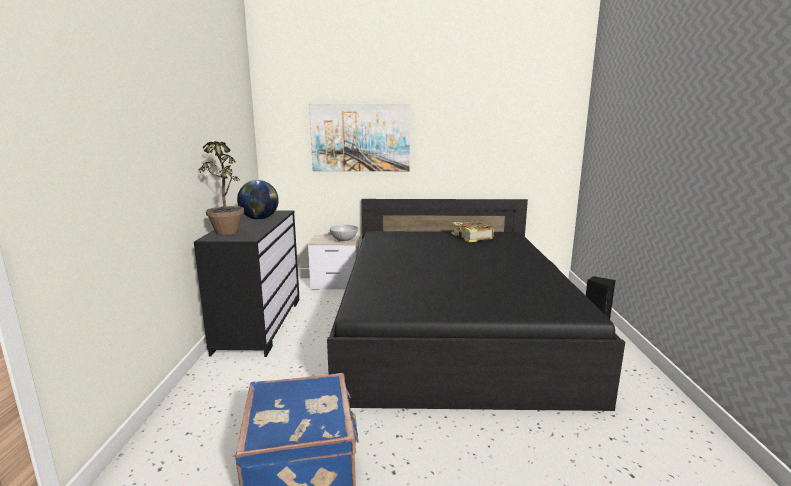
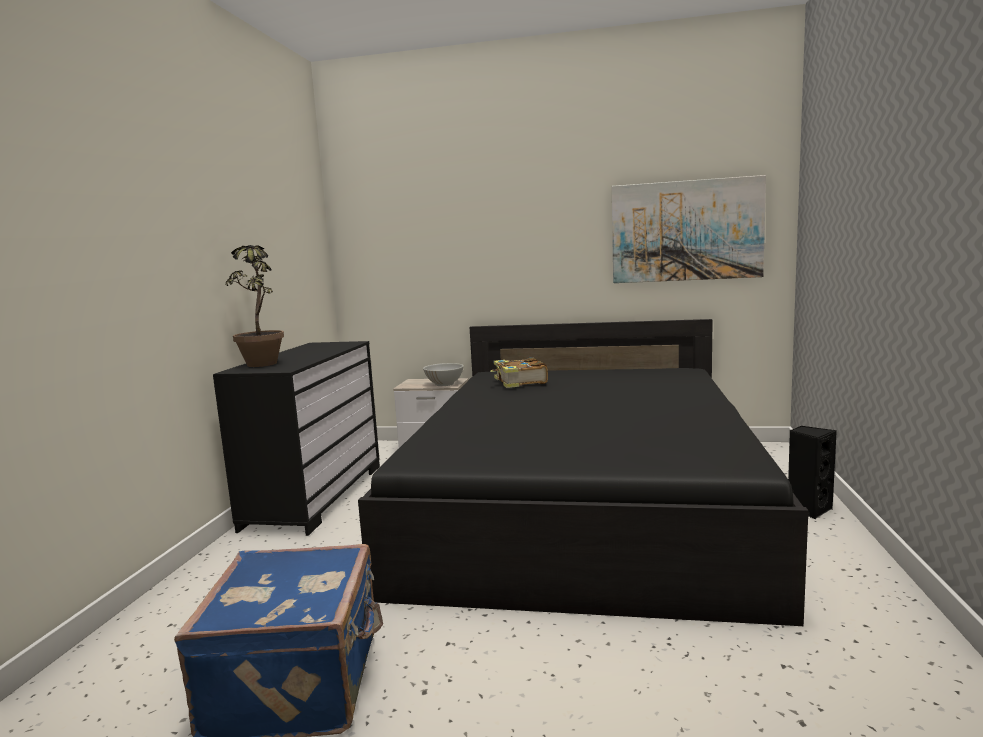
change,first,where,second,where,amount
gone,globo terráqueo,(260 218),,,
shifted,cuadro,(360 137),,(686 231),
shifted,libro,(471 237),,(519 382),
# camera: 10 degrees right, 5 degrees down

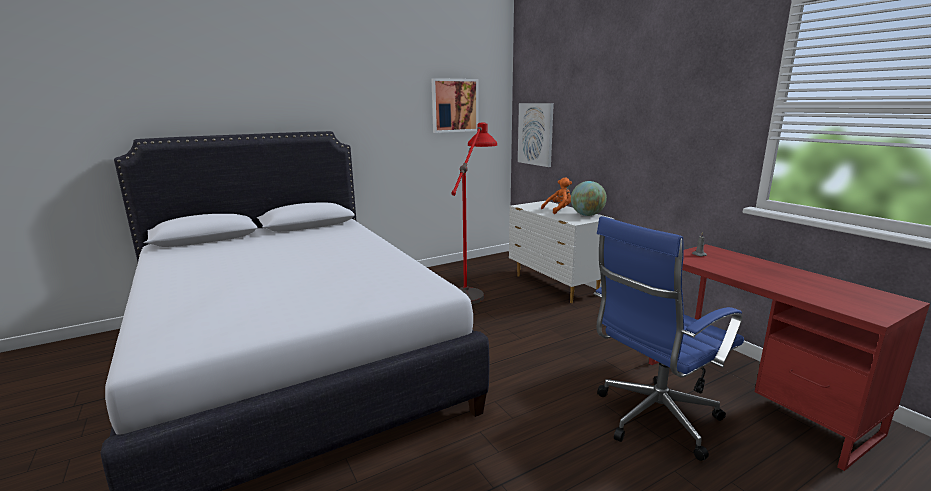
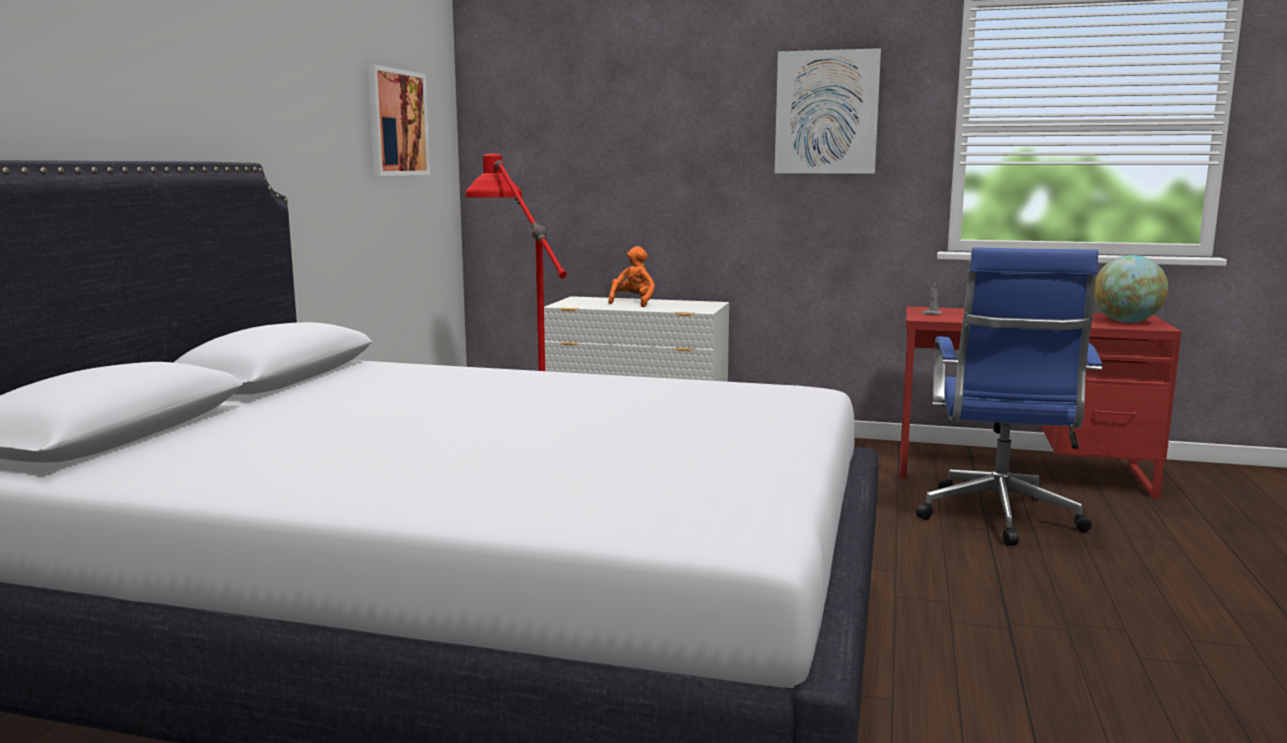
change,first,where,second,where,amount
shifted,cuadro,(535 134),,(826 112),
shifted,globo terráqueo,(587 215),,(1126 322),
# camera: 45 degrees left, 5 degrees down

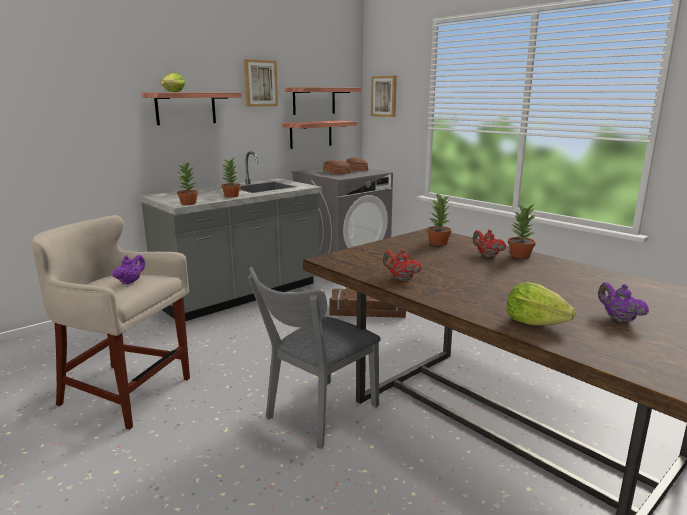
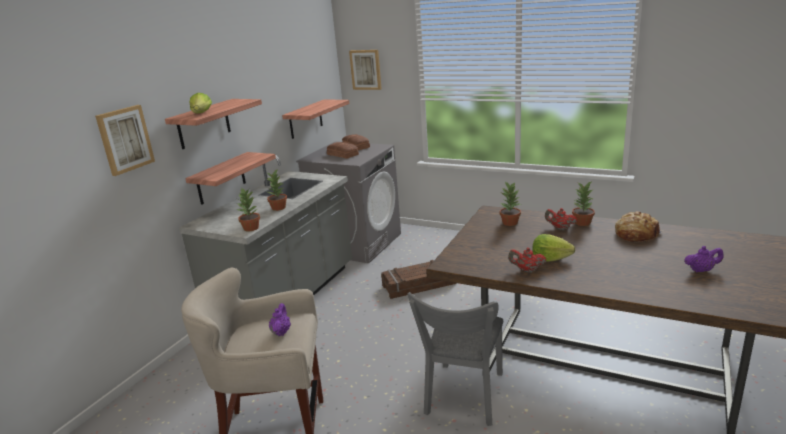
change,first,where,second,where,amount
new,,,pan,(636 234),
shifted,cuadro,(260 83),,(125 139),
shifted,estante,(314 101),,(221 178),
shifted,lechuga,(534 322),,(550 259),
rotated,tetera/morado,(618 319),,(701 270),135 degrees clockwise
# camera: 20 degrees left, 5 degrees up

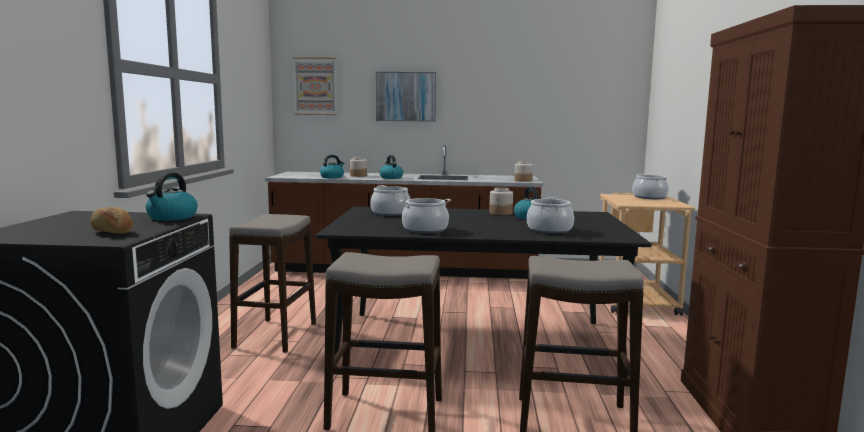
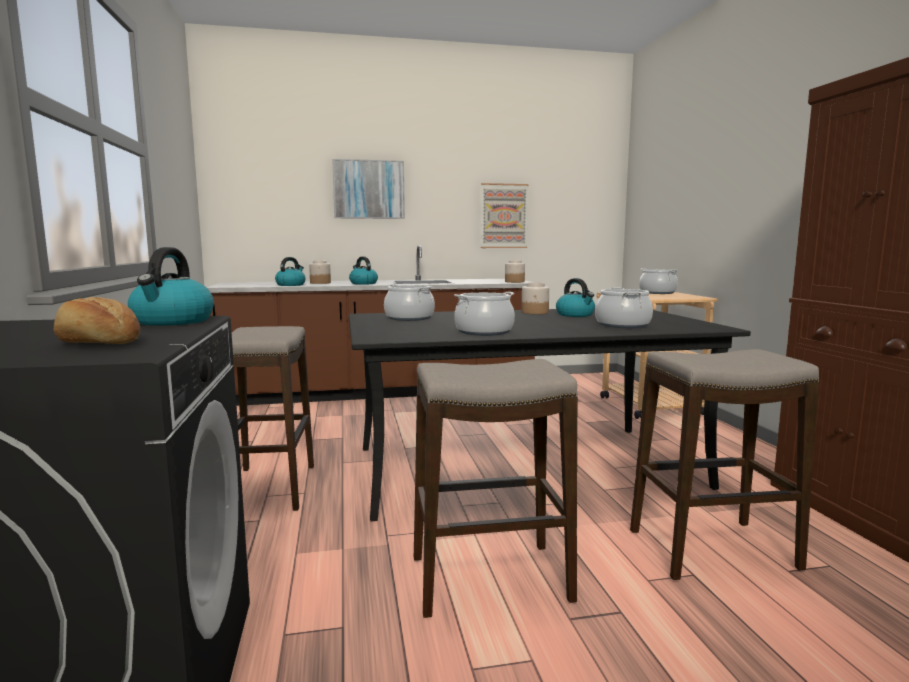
change,first,where,second,where,amount
shifted,cuadro,(315 86),,(504 216),
# camera: 15 degrees left, 0 degrees up

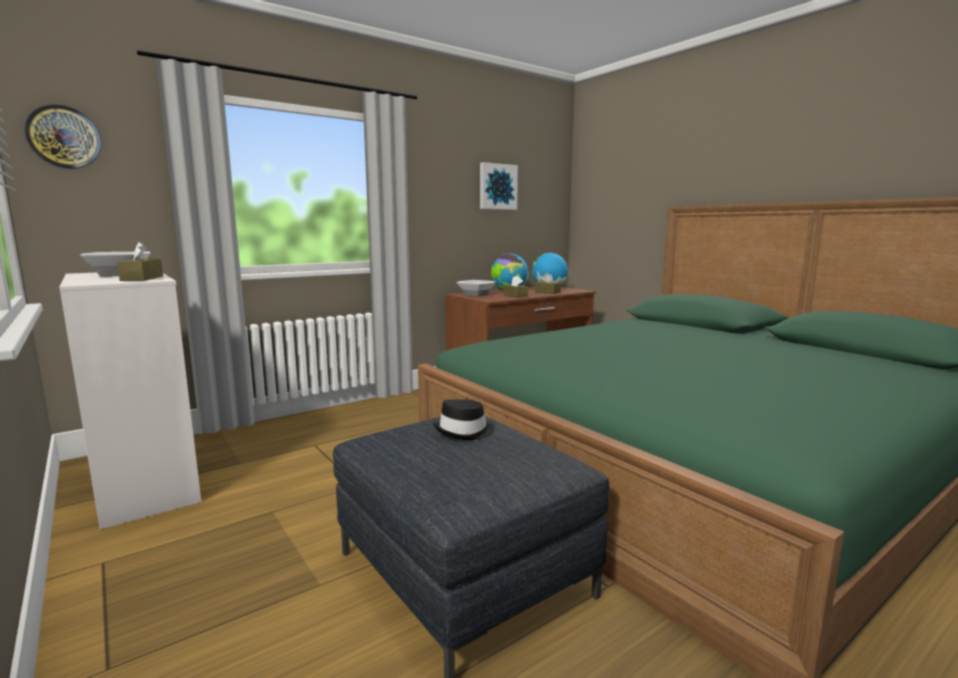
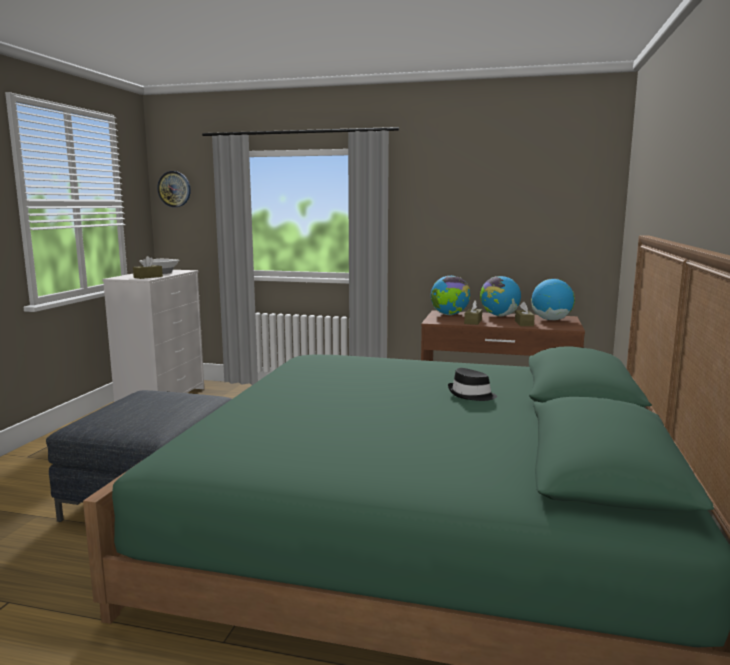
change,first,where,second,where,amount
gone,cuadro,(497 186),,,
shifted,sombrero/negro,(465 432),,(471 395),
swapped,cuenco,(476 294),globo terráqueo,(449 315),
# camera: 50 degrees right, 0 degrees up

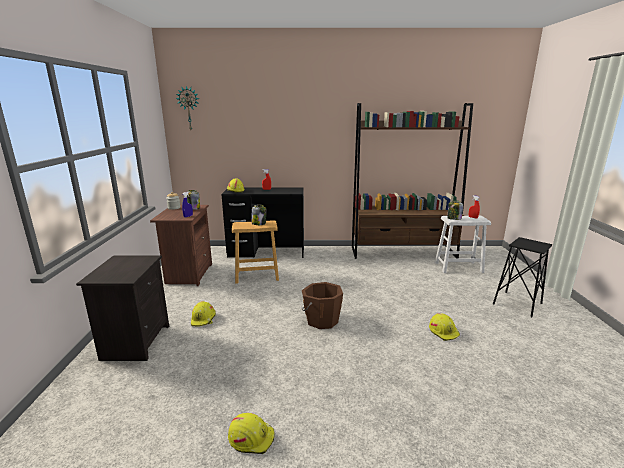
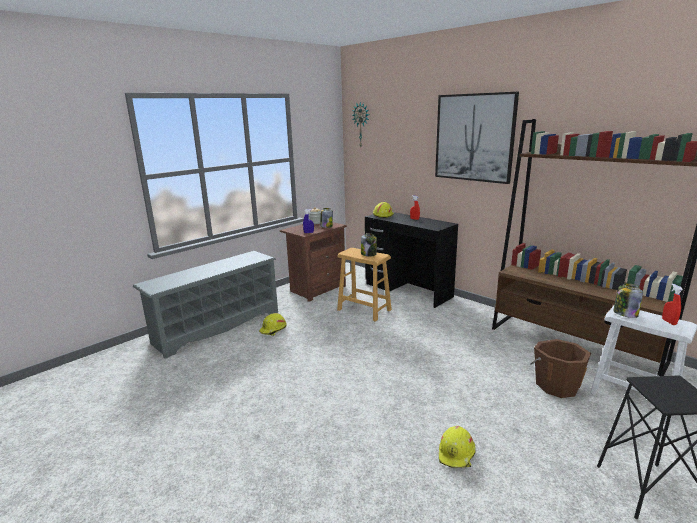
change,first,where,second,where,amount
gone,casco/amarillo,(251 437),,,
new,,,cuadro,(474 137),
shifted,cubo/marrón,(321 320),,(556 385),
swapped,mesita de noche/negro,(135 341),zapatero/gris,(217 326),
# camera: 45 degrees right, 0 degrees up

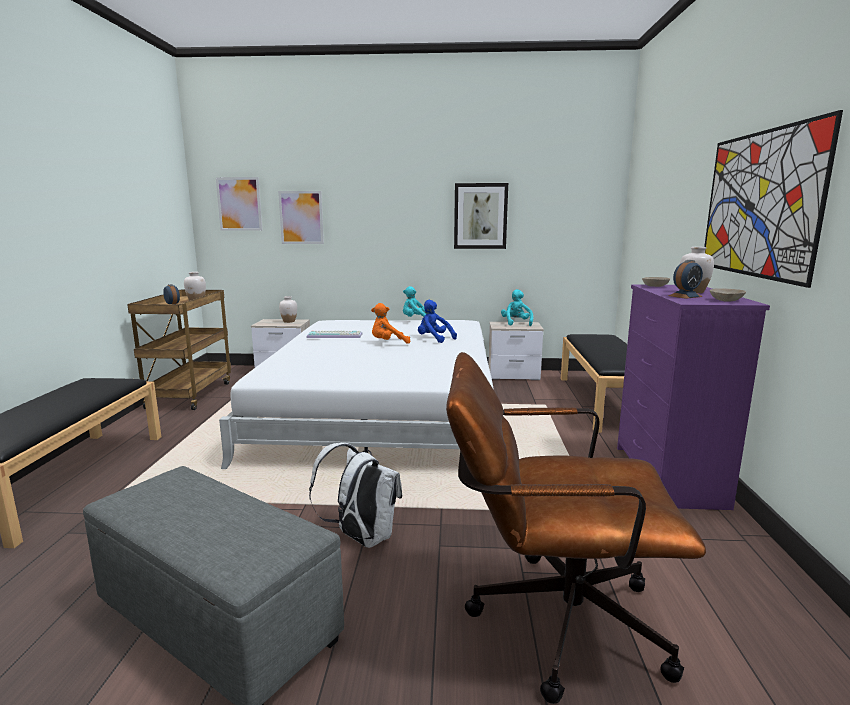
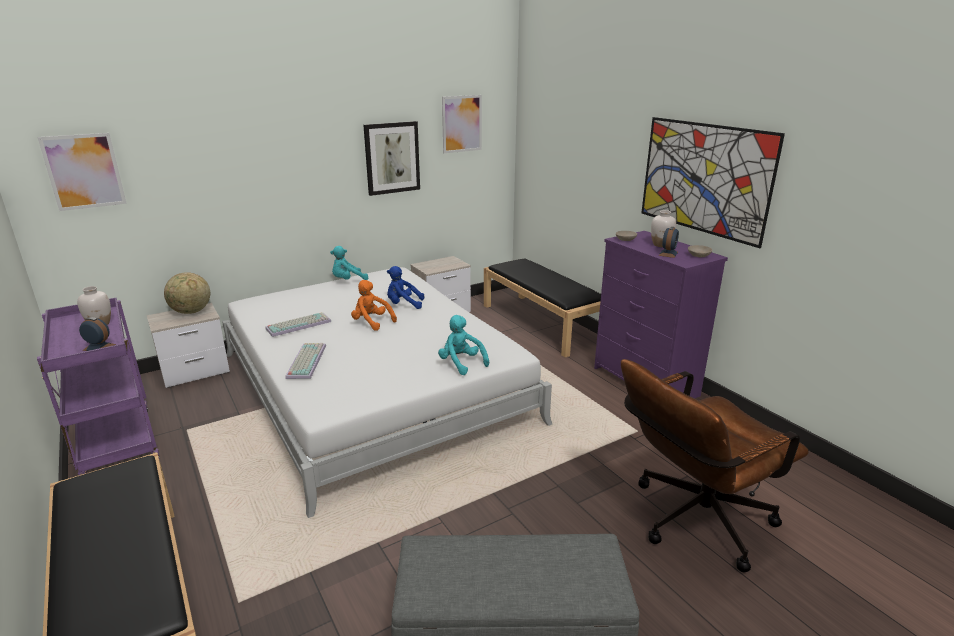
change,first,where,second,where,amount
gone,mochila/blanco,(361 538),,,
new,,,teclado,(305 361),
shifted,cuadro,(301 217),,(462 124),
shifted,peluche/turquesa,(516 323),,(461 363),
swapped,florero/blanco,(289 321),globo terráqueo,(191 312),
repainted,carrito/marrón,(190 394),carrito/morado,(116 442),
rotated,peluche/naranja,(388 343),,(371 322),90 degrees clockwise
# camera: 35 degrees left, 10 degrees up

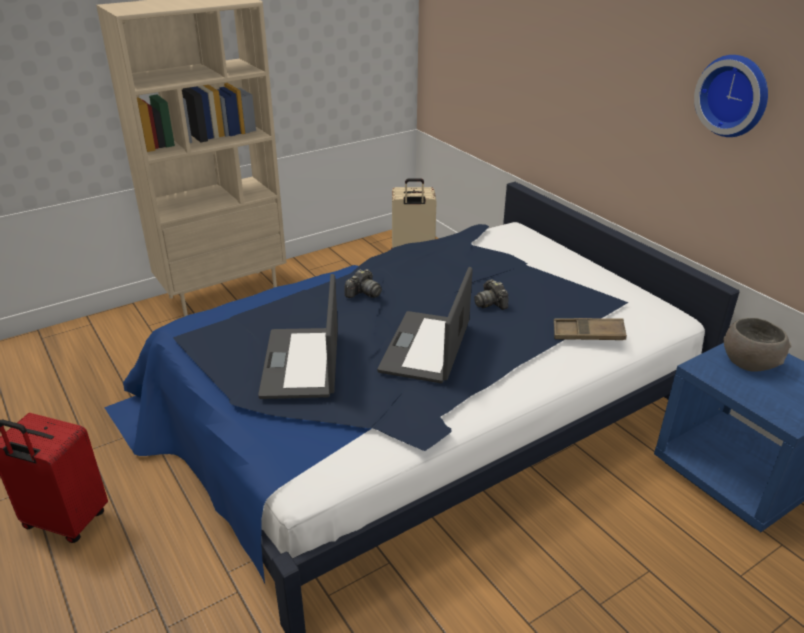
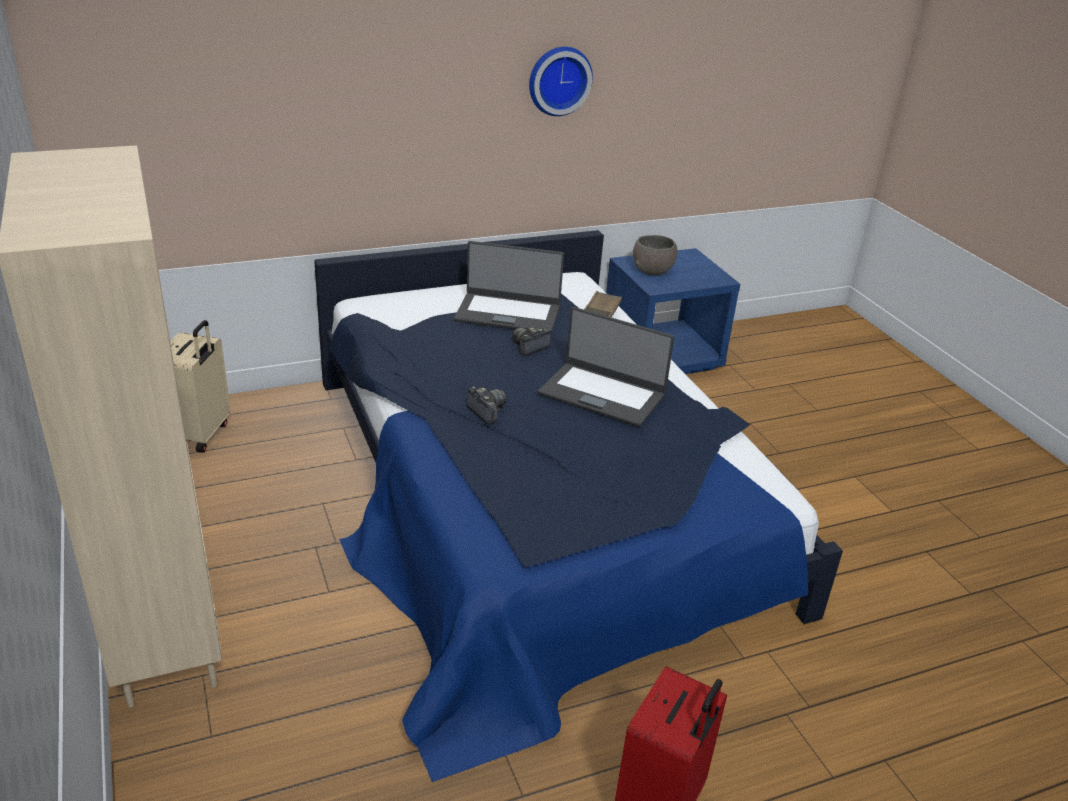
change,first,where,second,where,amount
shifted,portátil,(302 363),,(508 313),
rotated,cámara,(490 303),,(529 347),150 degrees clockwise
# camera: 80 degrees left, 0 degrees up

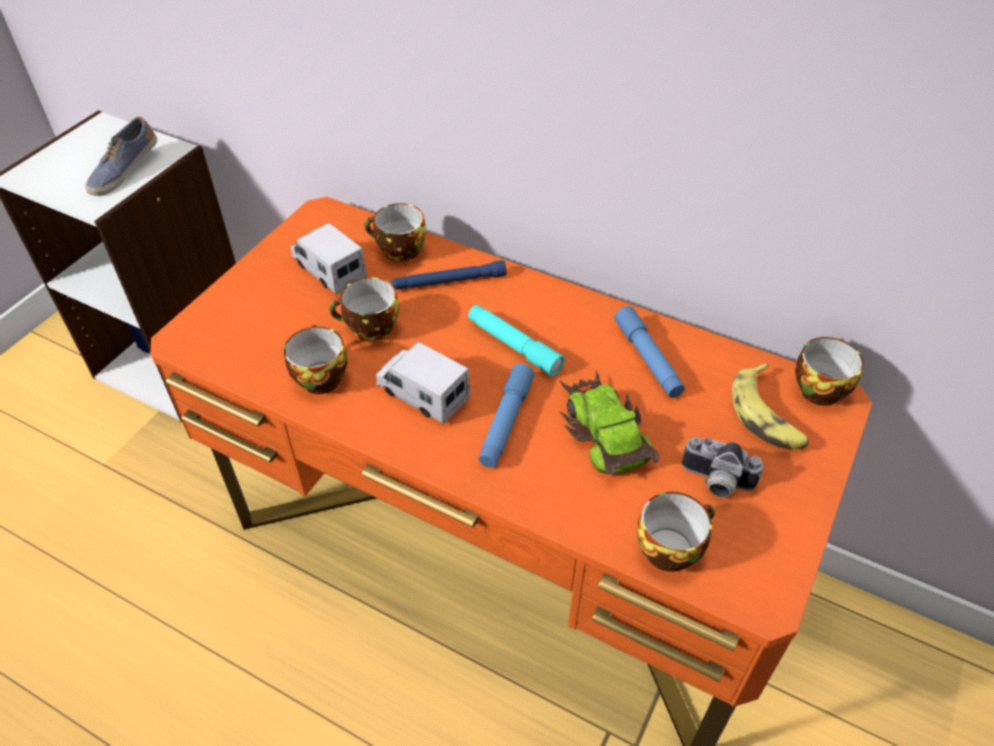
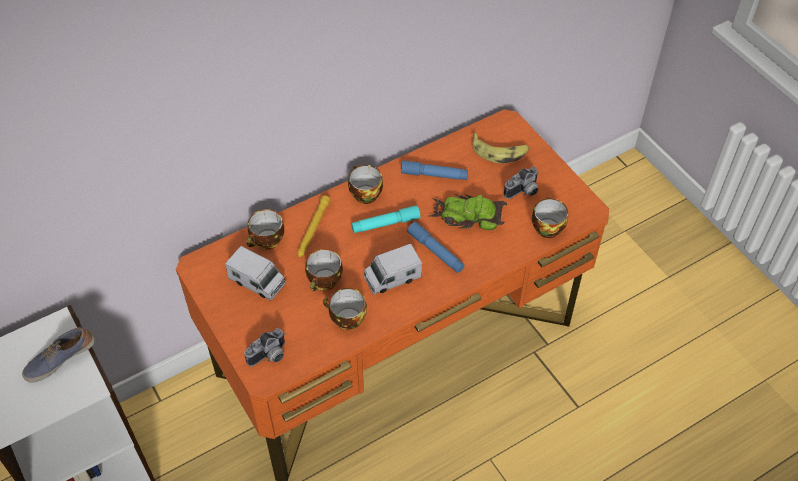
change,first,where,second,where,amount
new,,,cámara,(269 357),
shifted,taza,(818 387),,(364 194),
repainted,linterna/azul,(448 282),linterna/amarillo,(313 230),
rotated,zapato,(124 171),,(60 359),90 degrees clockwise
rotated,camión de juguete,(329 270),,(257 282),135 degrees counterclockwise
# camera: 60 degrees left, 5 degrees up

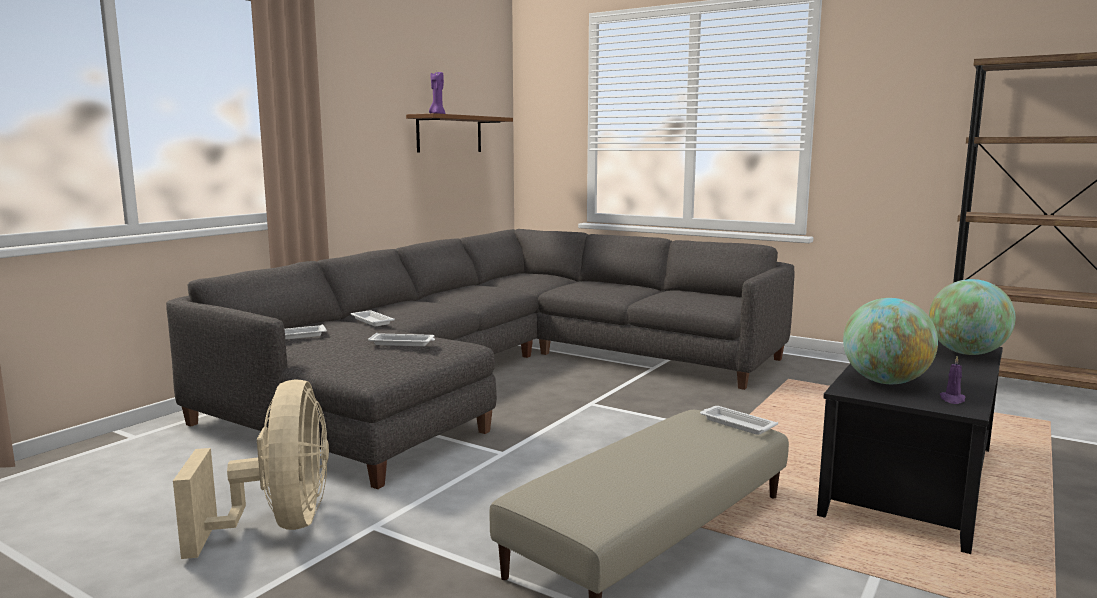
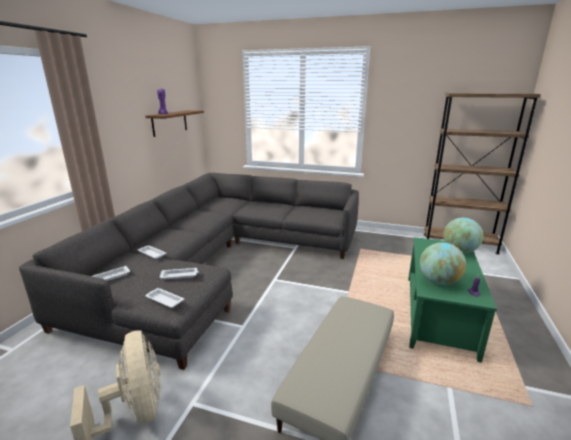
change,first,where,second,where,amount
shifted,bandeja/blanco,(736 424),,(164 300),
repainted,mesa de centro/negro,(908 480),mesa de centro/verde,(437 314),
# camera: 15 degrees left, 10 degrees up

